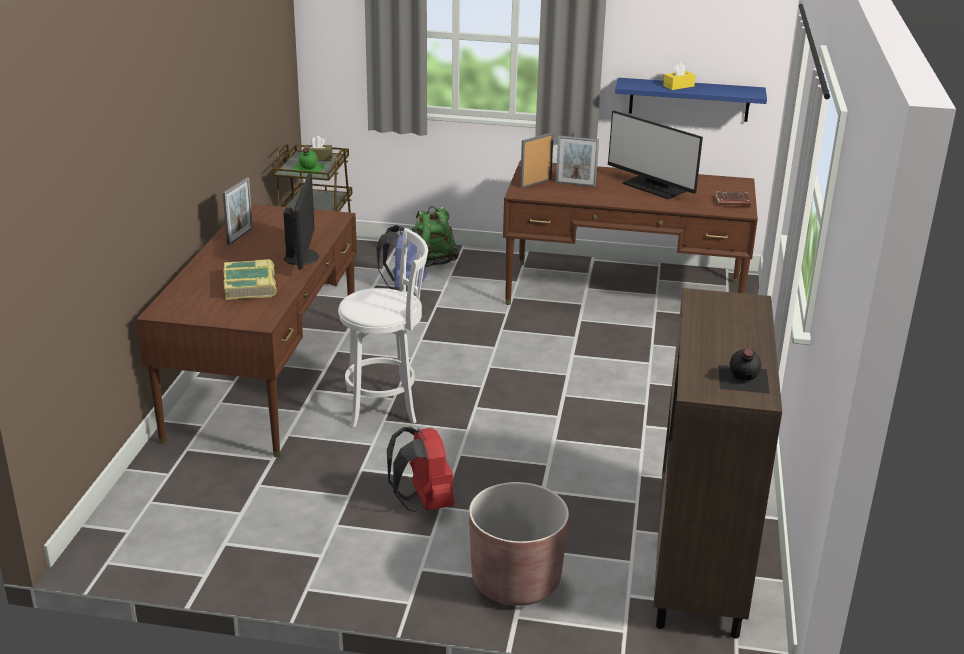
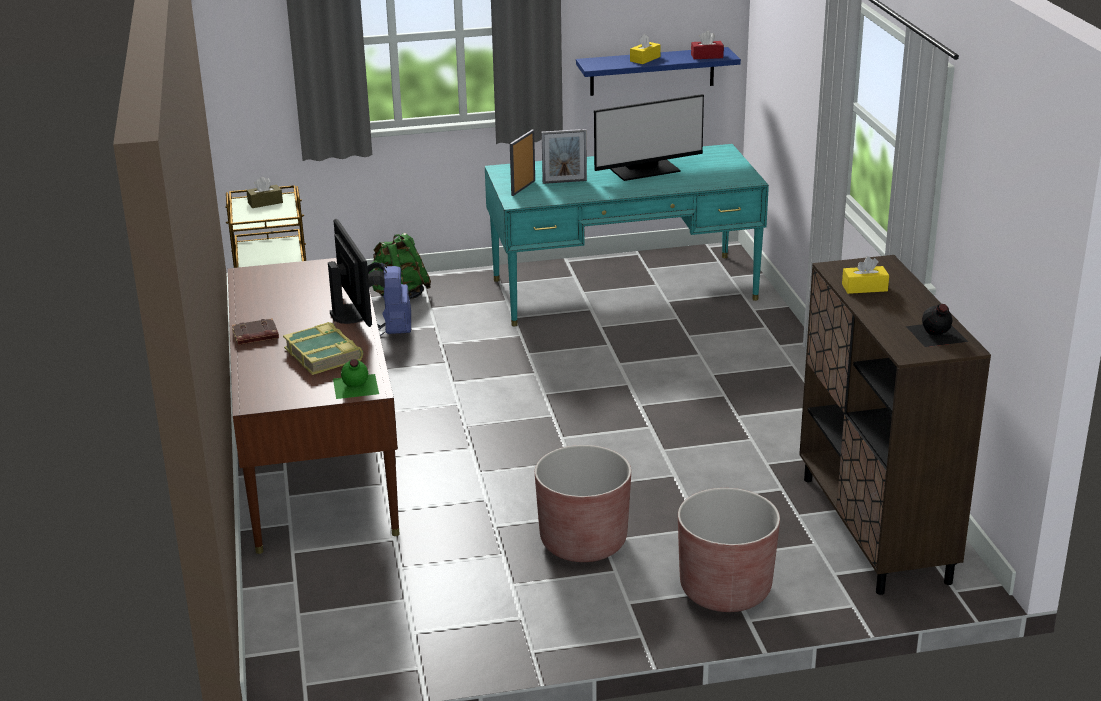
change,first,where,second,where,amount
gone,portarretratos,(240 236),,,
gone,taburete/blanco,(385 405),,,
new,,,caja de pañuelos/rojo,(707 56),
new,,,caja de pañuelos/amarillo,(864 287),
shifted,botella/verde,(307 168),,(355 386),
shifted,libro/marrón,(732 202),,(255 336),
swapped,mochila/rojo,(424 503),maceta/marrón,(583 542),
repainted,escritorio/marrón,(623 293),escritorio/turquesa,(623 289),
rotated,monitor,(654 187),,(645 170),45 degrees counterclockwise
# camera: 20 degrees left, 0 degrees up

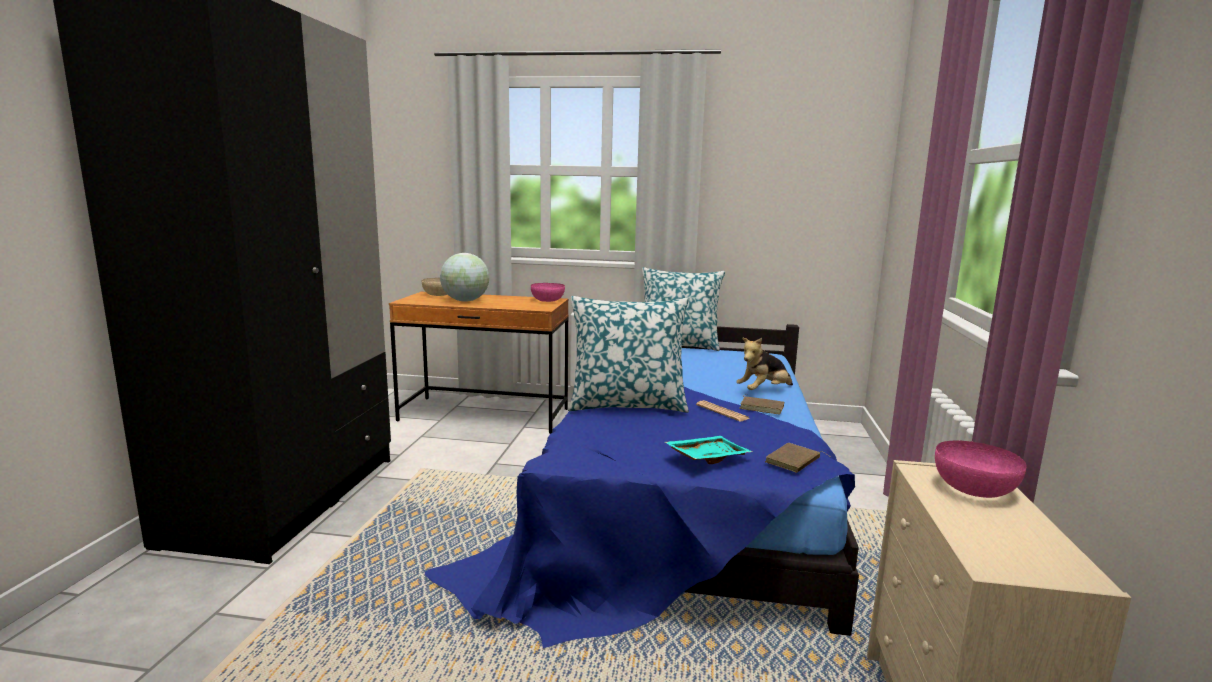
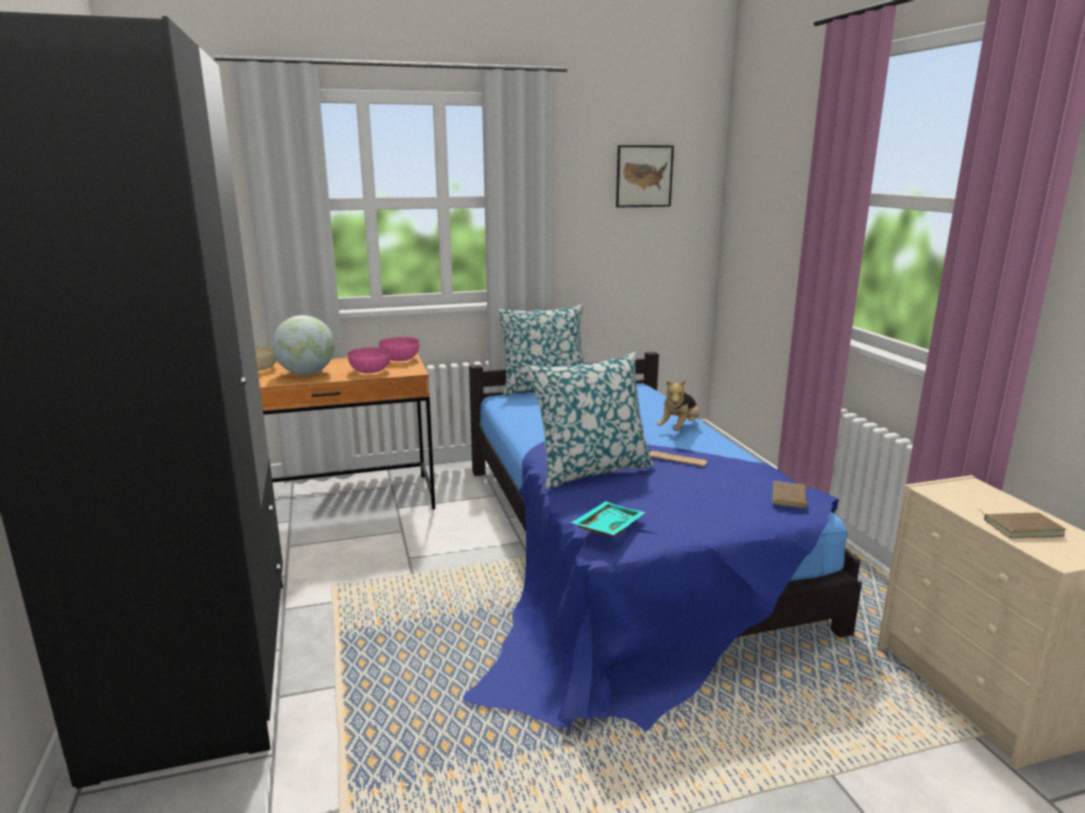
change,first,where,second,where,amount
new,,,cuadro,(644 176),
shifted,bandeja/turquesa,(706 457),,(607 527),
shifted,libro/marrón,(762 407),,(1021 527),
shifted,cuenco/rosa,(974 488),,(370 370),
# camera: 25 degrees left, 5 degrees up

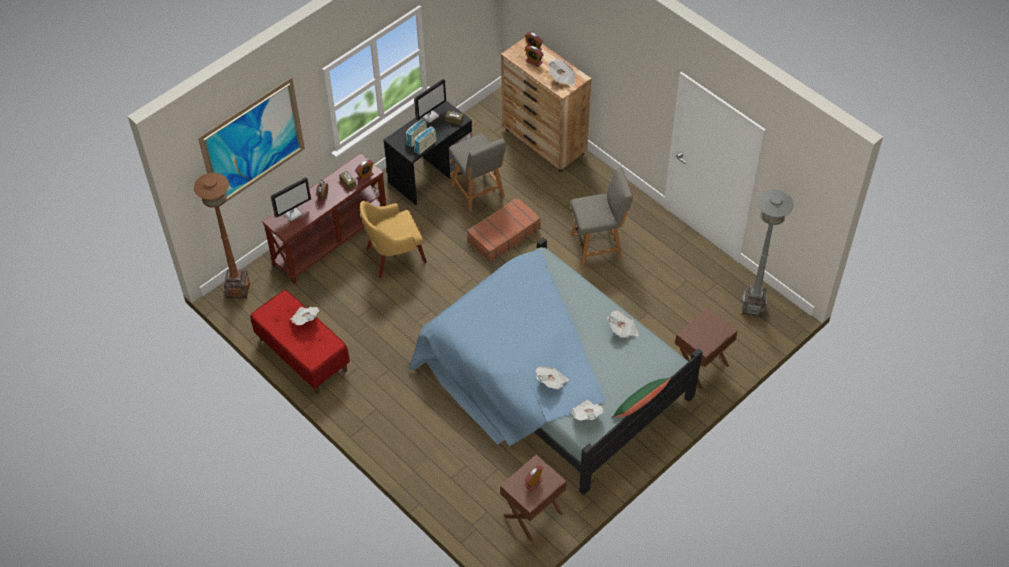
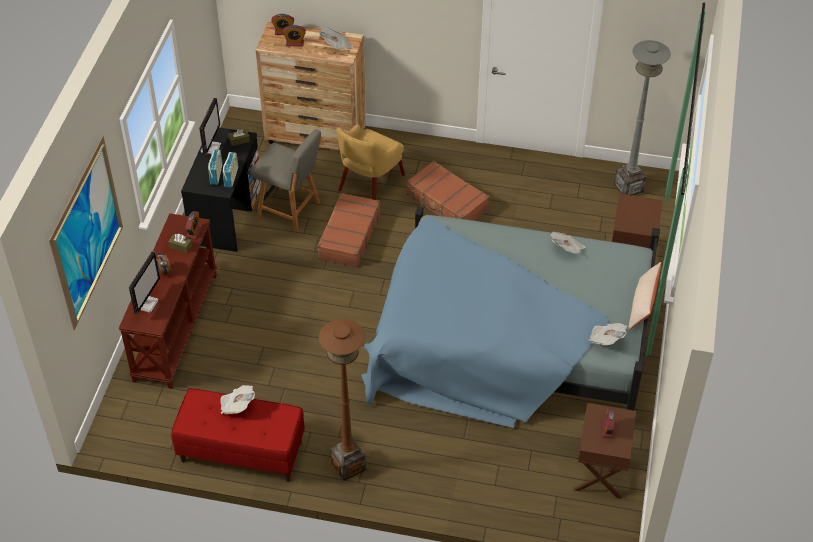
change,first,where,second,where,amount
gone,periódico,(552 382),,,
shifted,lámpara de pie/marrón,(238 289),,(348 466),
shifted,sillón/amarillo,(394 256),,(370 184),
swapped,silla/gris,(598 245),maleta/marrón,(447 203),
repainted,cojín/verde,(640 405),cojín/beis,(642 306),
# camera: 35 degrees left, 5 degrees down

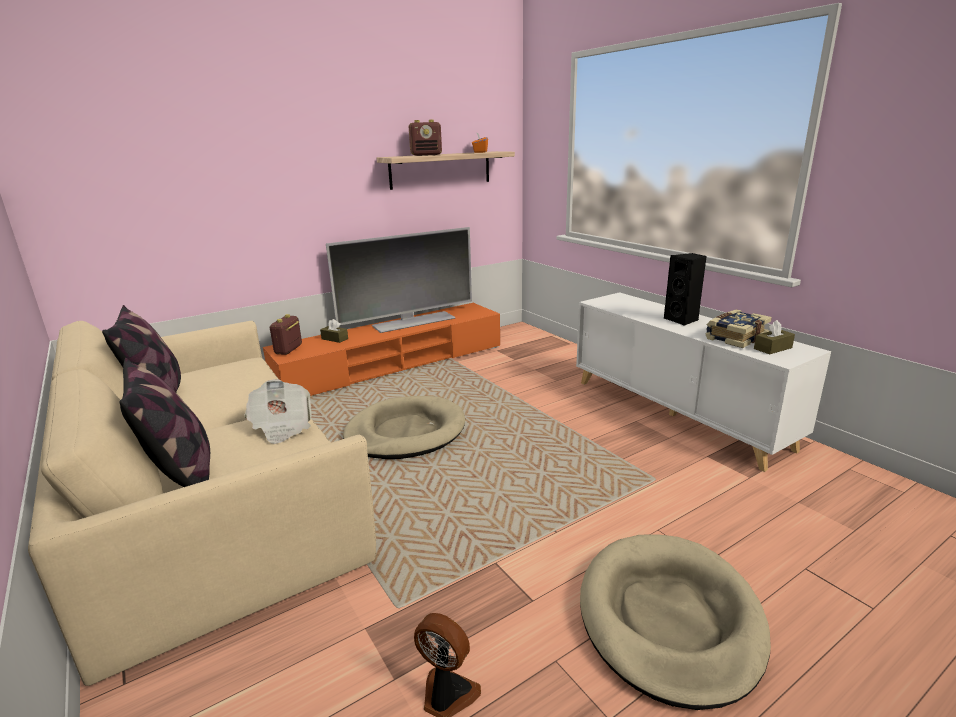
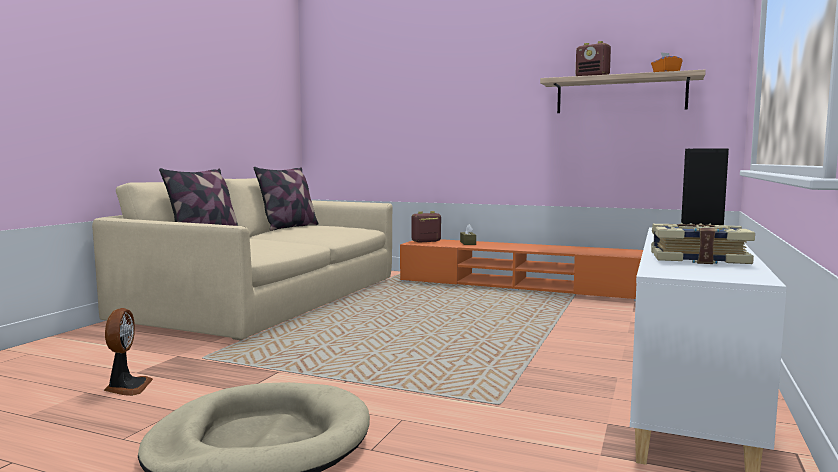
change,first,where,second,where,amount
gone,periódico,(282 426),,,
gone,televisor,(413 321),,,
gone,cama para perro/beis,(405 432),,,
gone,caja de pañuelos/marrón,(772 348),,,
# camera: 55 degrees right, 15 degrees down

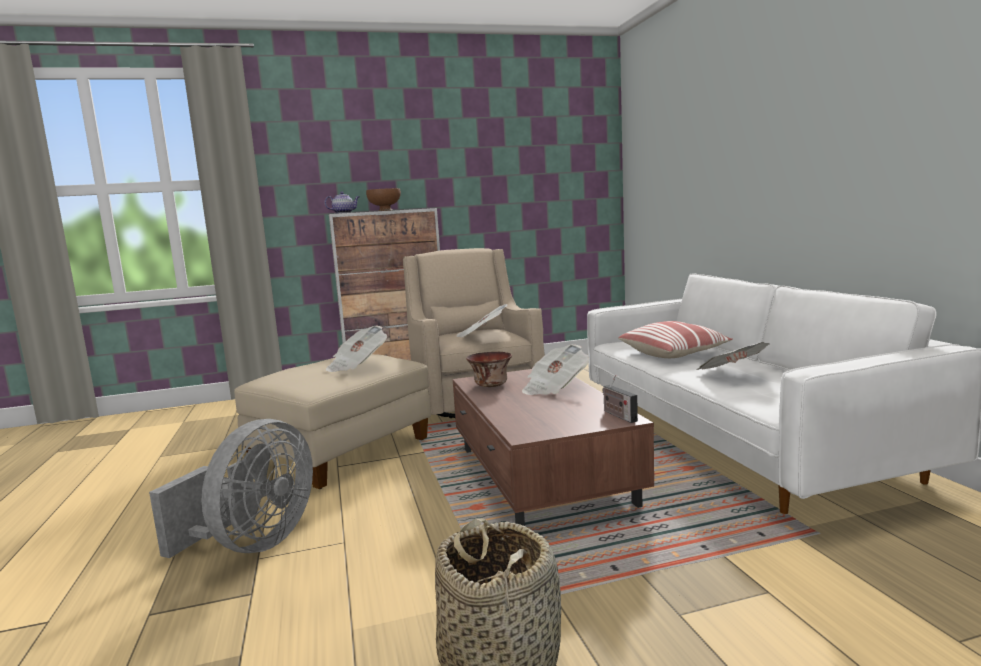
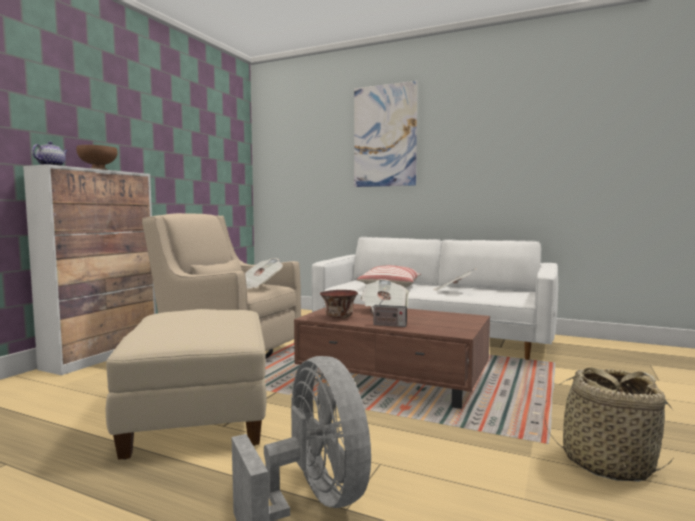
change,first,where,second,where,amount
gone,periódico,(357 365),,,
new,,,cuadro,(384 136),
shifted,radio,(618 415),,(388 325),
# camera: 50 degrees left, 5 degrees down

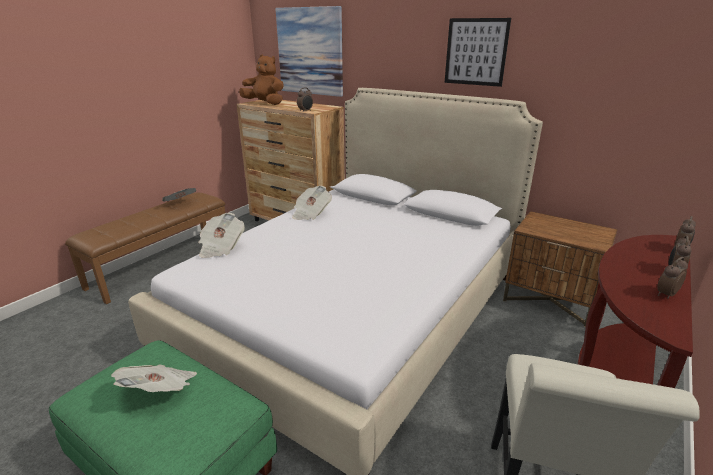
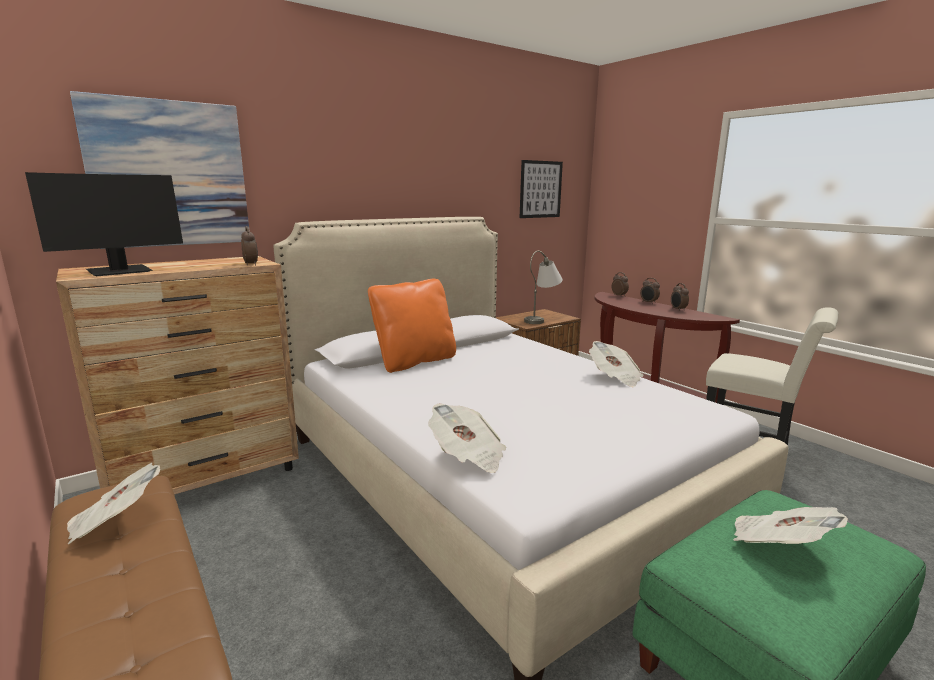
change,first,where,second,where,amount
new,,,cojín/naranja,(415 361),
new,,,lámpara de mesa/gris,(542 319),
shifted,periódico,(311 213),,(615 377),
shifted,cuadro,(476 52),,(540 189),
swapped,peluche/marrón,(265 103),monitor,(120 271),
# camera: 70 degrees left, 10 degrees down

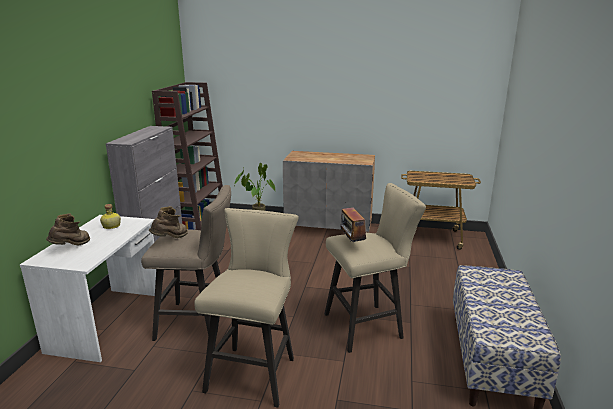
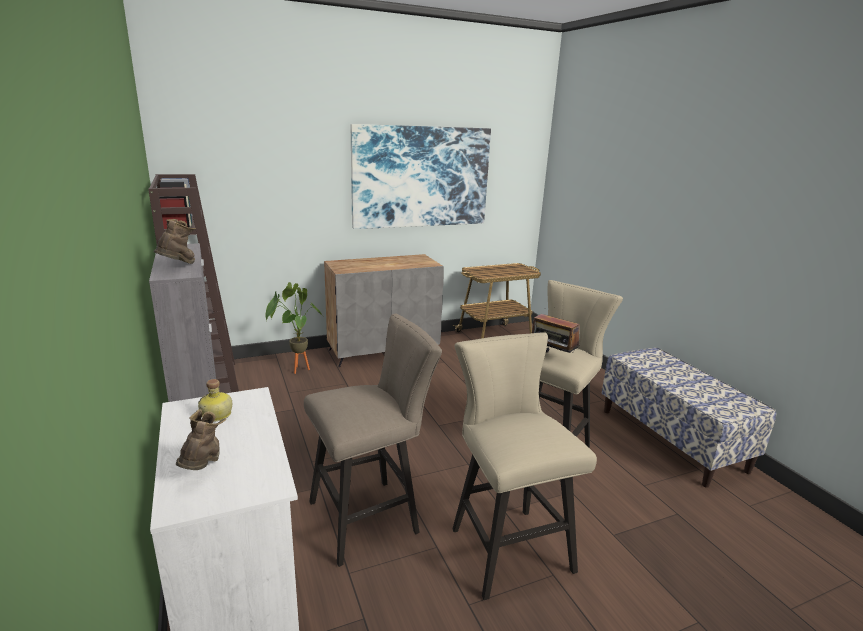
change,first,where,second,where,amount
new,,,cuadro,(421 177),
shifted,bota/marrón,(171 239),,(179 267),
# camera: 35 degrees left, 0 degrees up

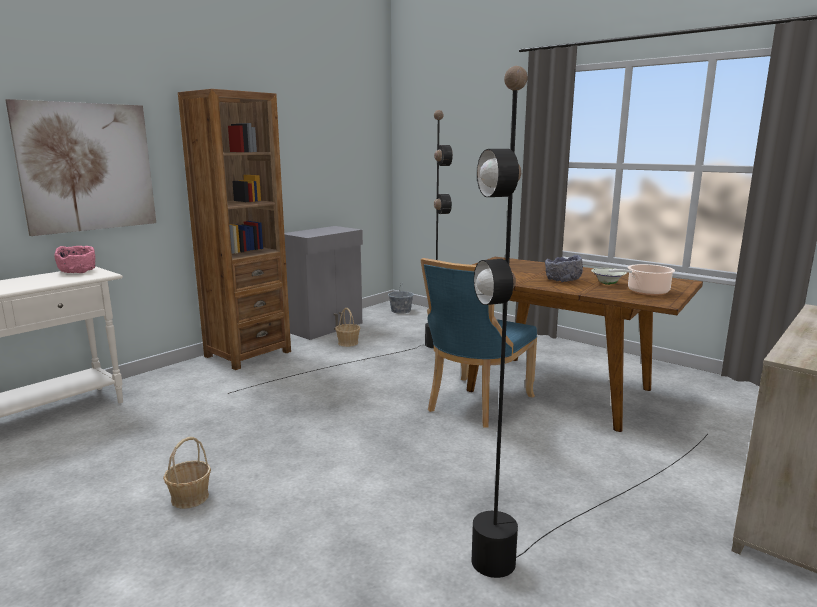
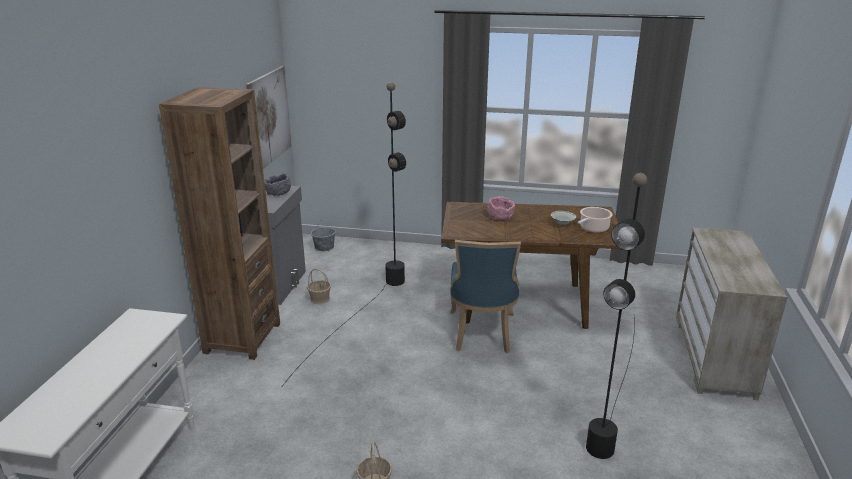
change,first,where,second,where,amount
shifted,cuadro,(87 167),,(269 117),
shifted,cuenco/rosa,(78 271),,(500 216),
shifted,cuenco/gris,(562 280),,(278 193),
# camera: 30 degrees left, 10 degrees up

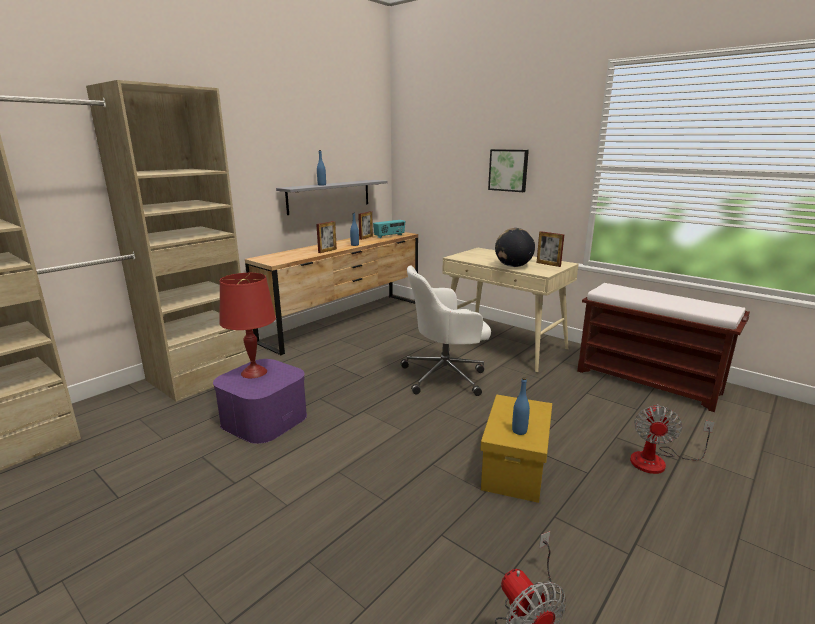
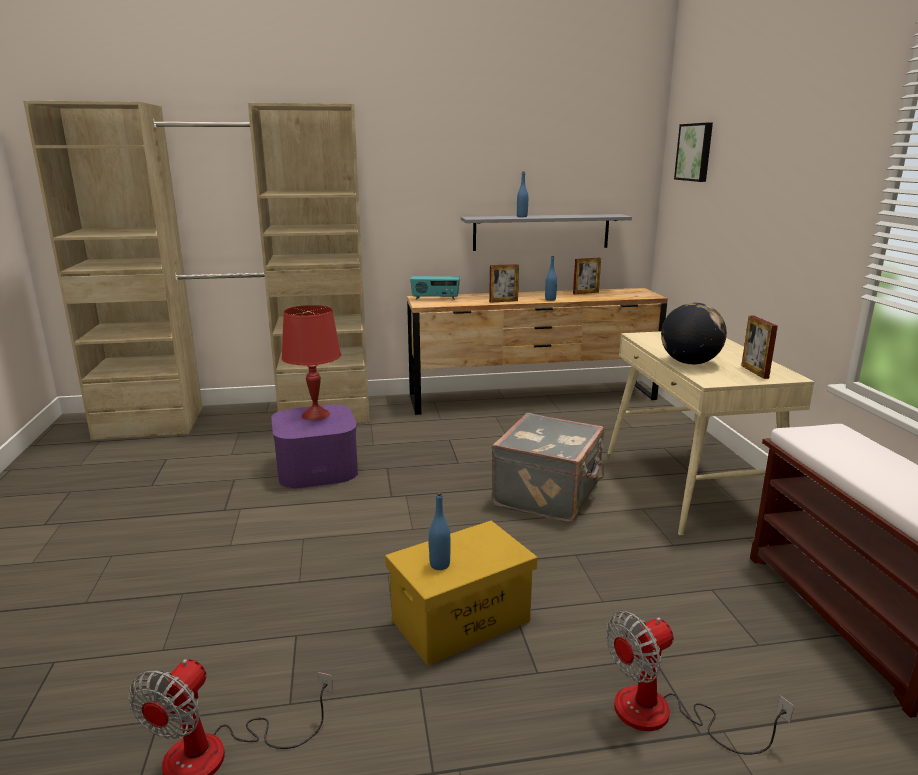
change,first,where,second,where,amount
shifted,radio,(389 236),,(435 298),
shifted,cuadro,(508 170),,(695 152),
swapped,silla de oficina/blanco,(446 376),maleta/gris,(549 494),
# camera: 40 degrees right, 0 degrees up

